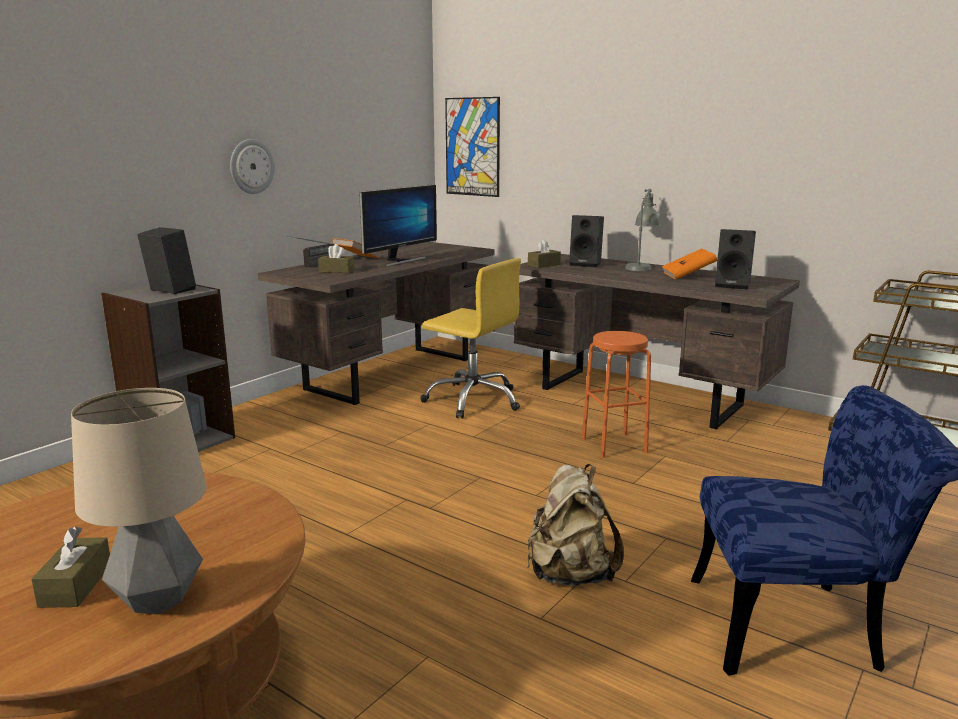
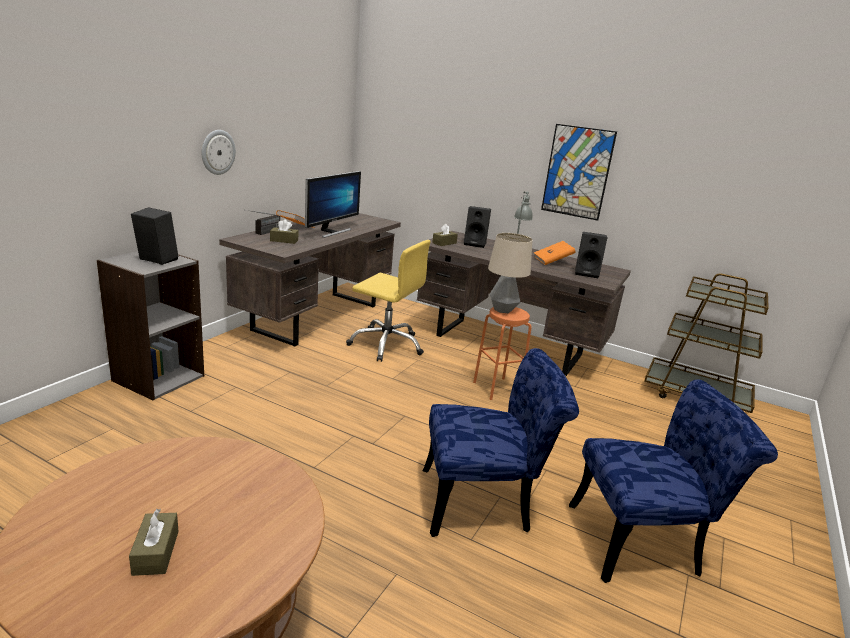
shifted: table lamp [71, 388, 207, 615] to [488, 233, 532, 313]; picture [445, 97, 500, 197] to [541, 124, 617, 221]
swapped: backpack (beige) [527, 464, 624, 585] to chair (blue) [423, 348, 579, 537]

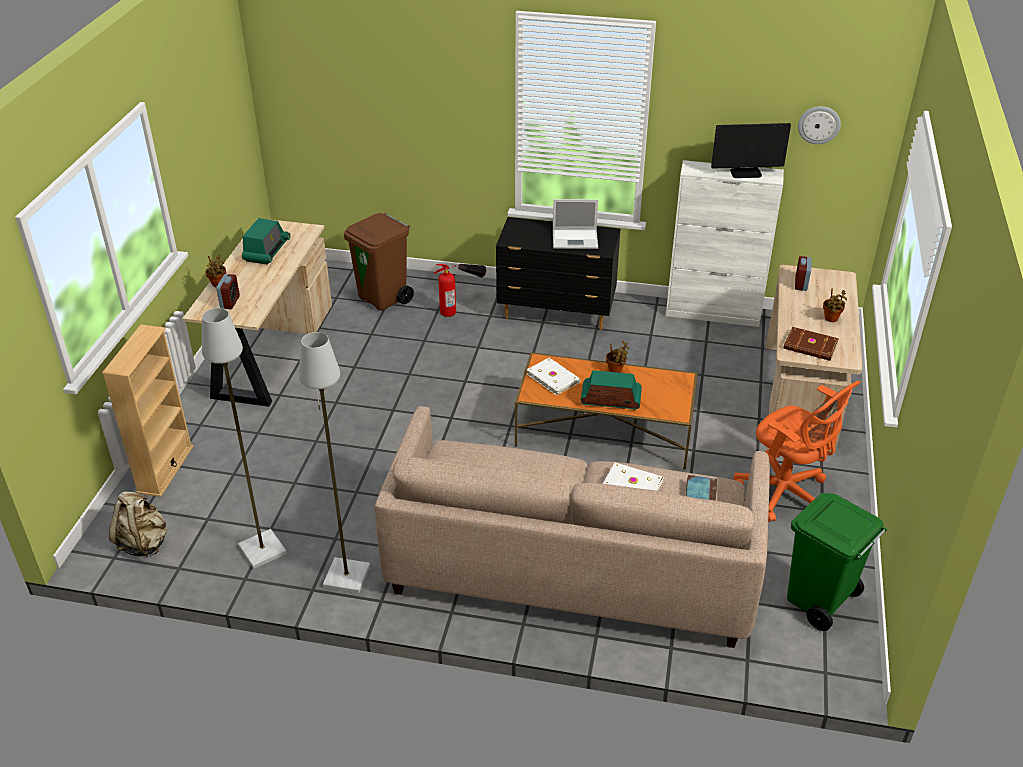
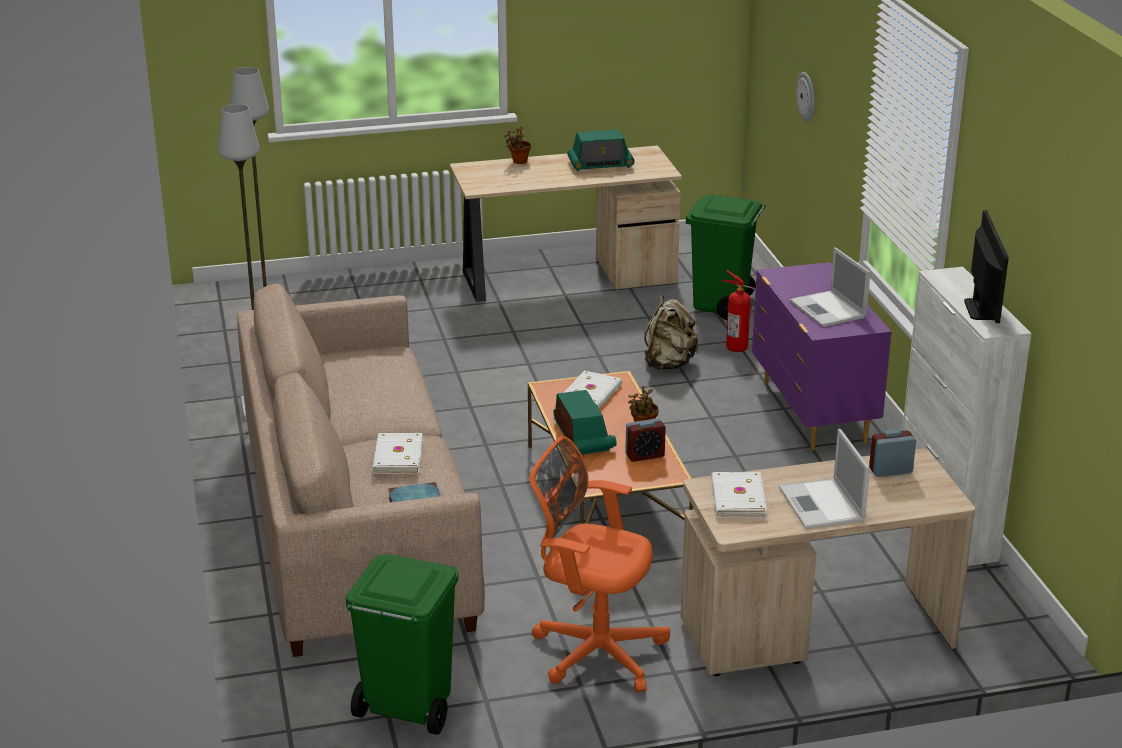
gone: bookcase (beige) [102, 324, 193, 497]
shifted: alarm clock [216, 274, 240, 309] to [625, 418, 666, 462]; backpack (beige) [109, 491, 167, 557] to [644, 295, 698, 370]; wall clock [798, 106, 841, 144] to [796, 72, 815, 121]
swapped: potted plant [823, 289, 847, 322] to laptop [779, 429, 870, 529]
repainted: trash can (brown) [344, 213, 414, 311] to trash can (green) [686, 195, 766, 320]; book (brown) [783, 327, 839, 361] to book (white) [711, 472, 767, 518]; dresser (black) [496, 217, 620, 330] to dresser (purple) [752, 262, 892, 450]
rotated: office chair (orange) [734, 381, 861, 522] = [530, 436, 670, 693] 90 degrees clockwise; monitor [711, 123, 791, 178] = [964, 210, 1009, 323] 150 degrees counterclockwise

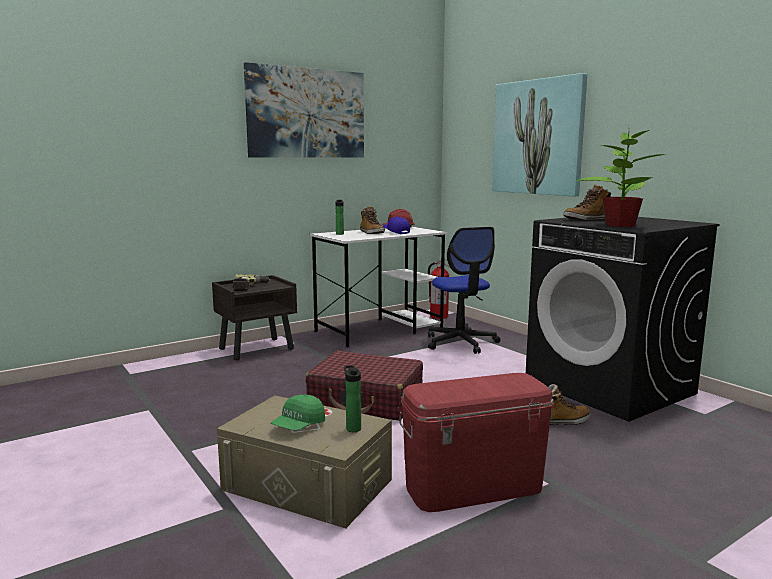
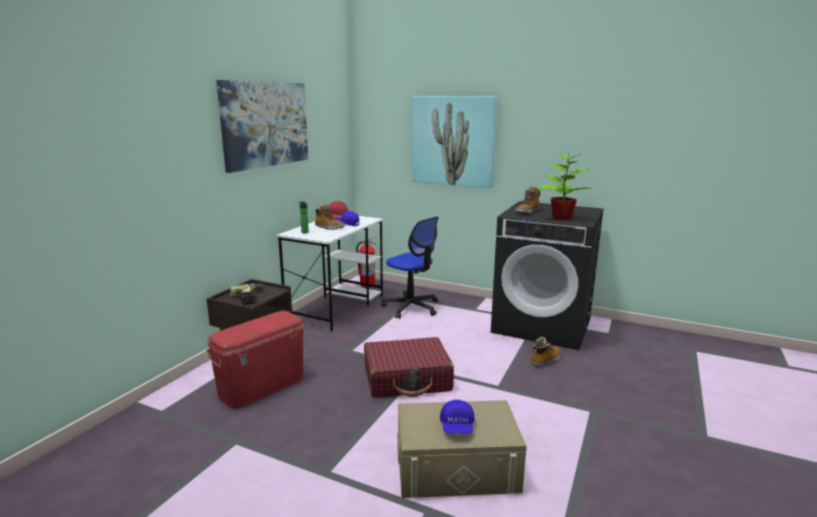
gone: bottle [344, 365, 361, 432]
shifted: storage box (red) [398, 373, 555, 512] to [207, 311, 305, 409]
repainted: cap (green) [271, 395, 325, 431] to cap (blue) [440, 400, 475, 434]

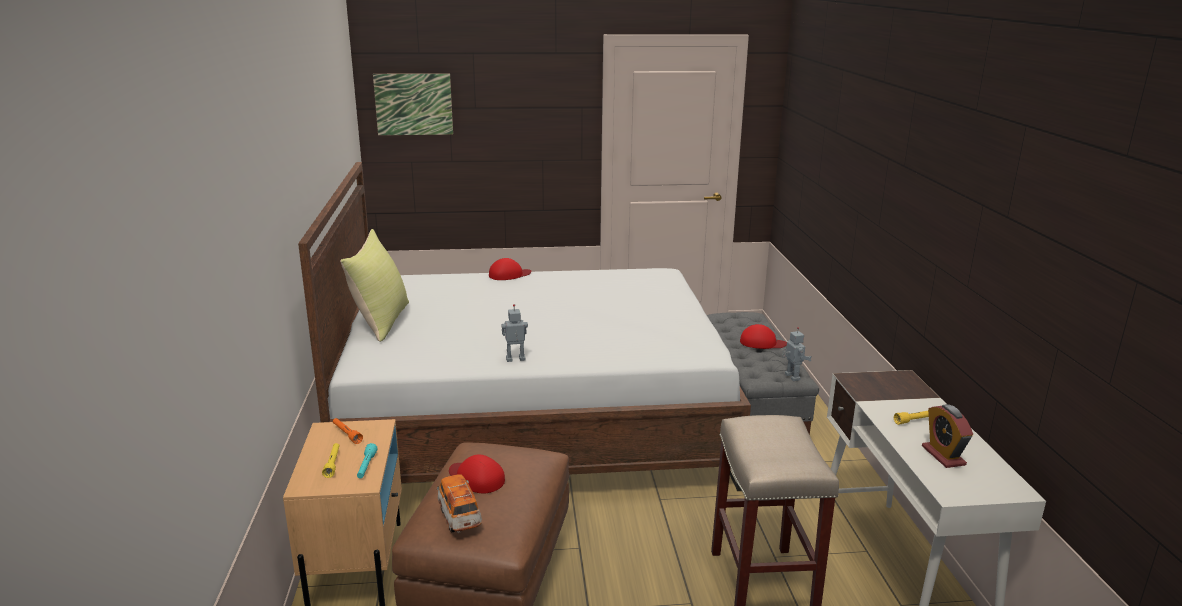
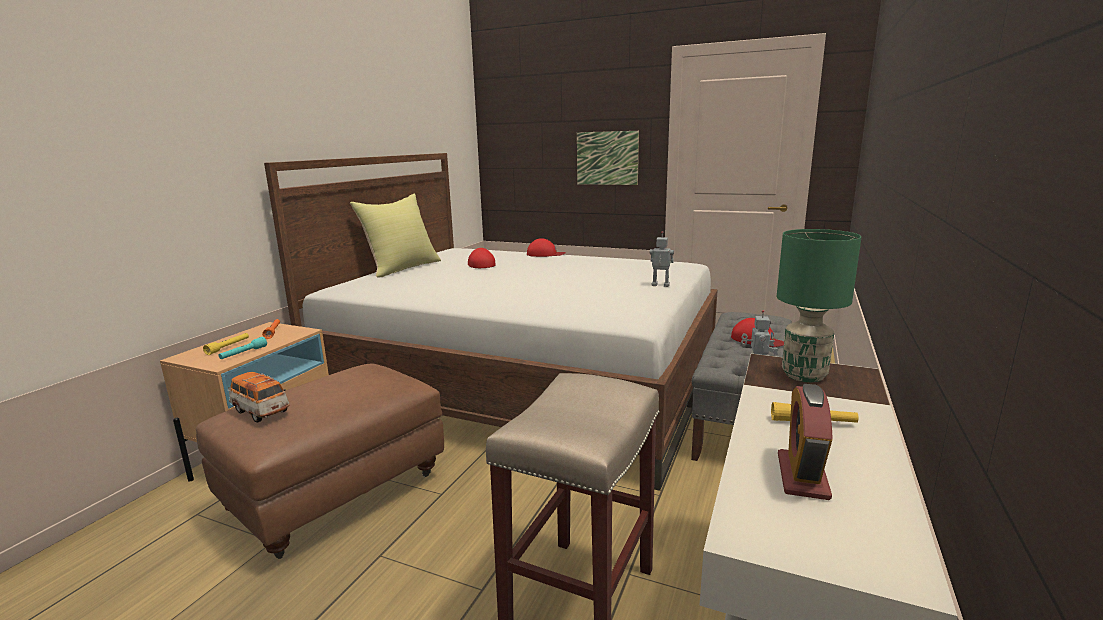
new: table lamp (green) [777, 229, 861, 382]
shifted: cap (red) [449, 454, 505, 493] to [468, 248, 496, 268]; picture [373, 73, 453, 135] to [577, 131, 639, 185]; toy robot [502, 304, 528, 362] to [649, 231, 674, 287]
rotated: toy car [437, 474, 482, 533] = [228, 372, 290, 423] 60 degrees counterclockwise

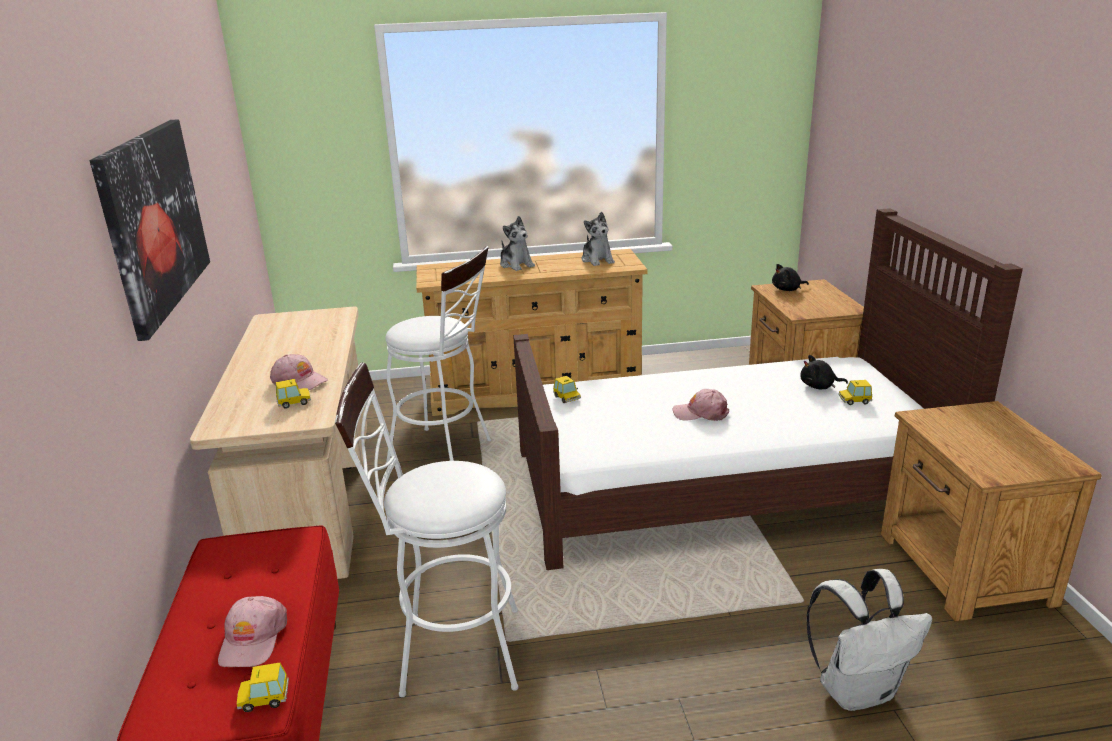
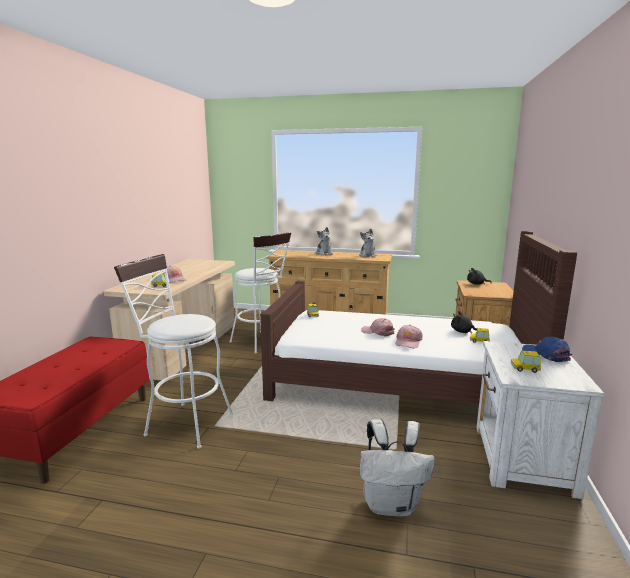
gone: picture [90, 119, 210, 341]
new: cap (blue) [522, 337, 572, 362]
shifted: cap (pink) [218, 596, 288, 667] to [396, 325, 423, 348]; toy car [237, 663, 289, 712] to [511, 350, 541, 373]
repainted: nightstand (brown) [881, 401, 1102, 622] to nightstand (white) [477, 341, 605, 499]

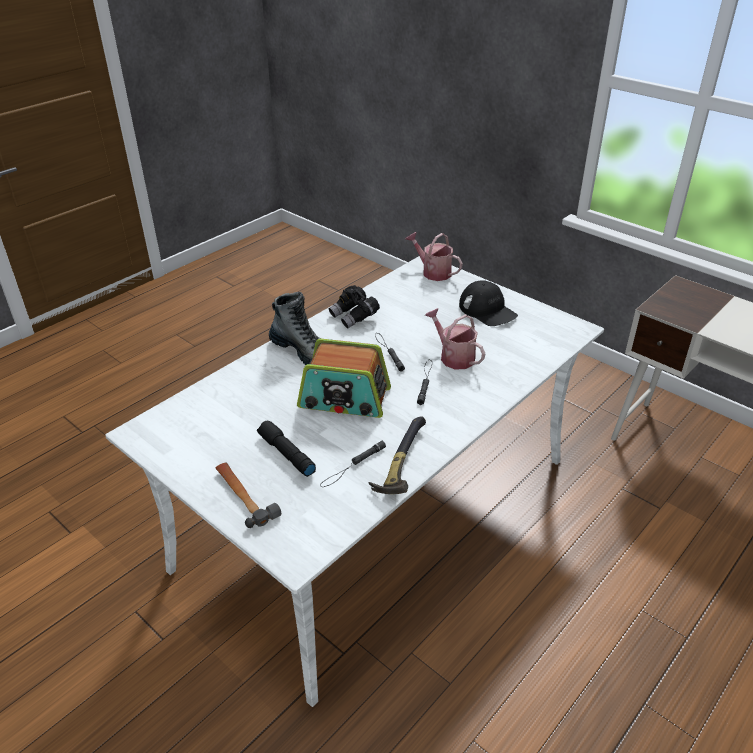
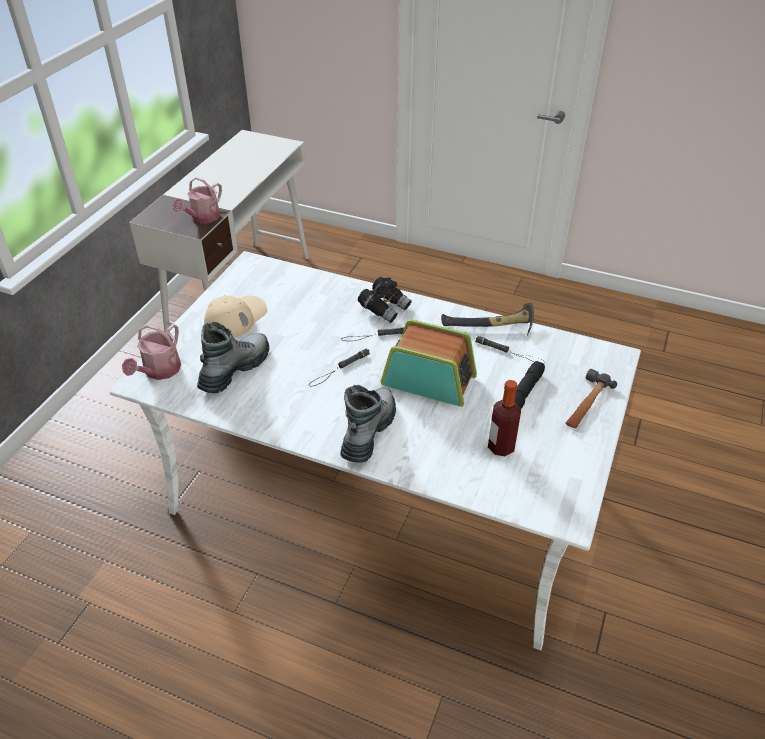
new: boot [197, 321, 269, 393]; bottle [488, 380, 521, 456]
shifted: watering can [425, 308, 485, 370] to [173, 177, 222, 223]; binoculars (black) [328, 285, 380, 328] to [358, 277, 412, 323]
repainted: cap (black) [459, 281, 518, 326] to cap (beige) [204, 295, 267, 338]
rotated: radio [297, 339, 391, 418] = [381, 319, 477, 407] 60 degrees counterclockwise

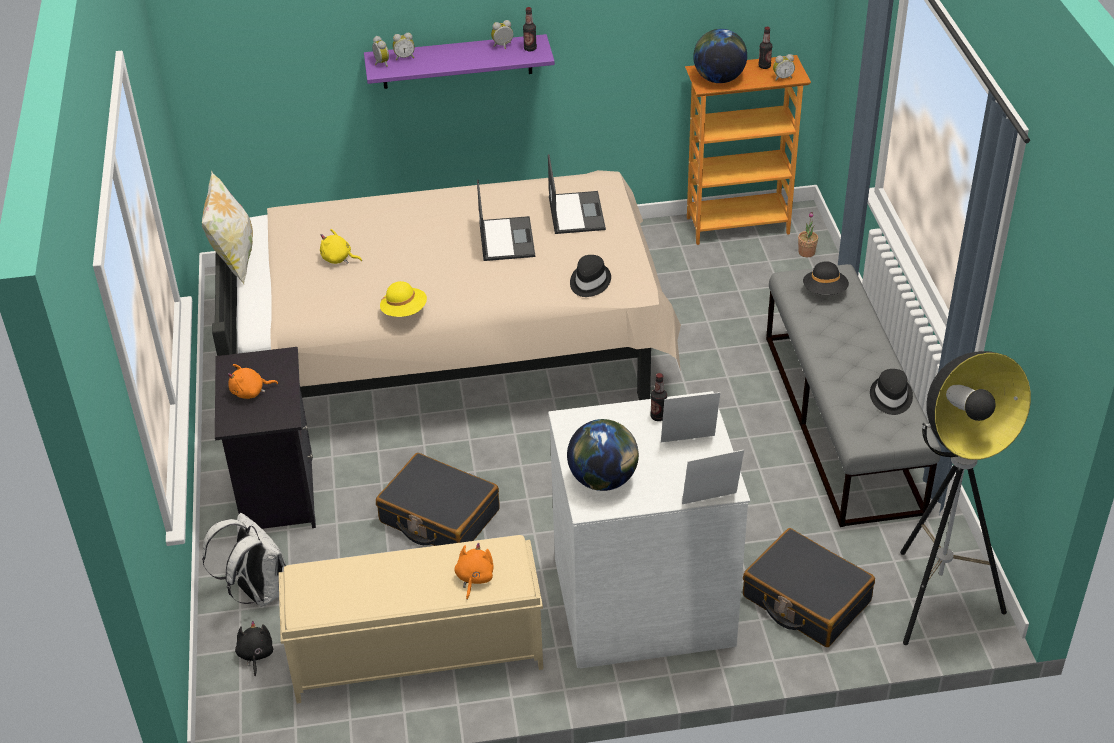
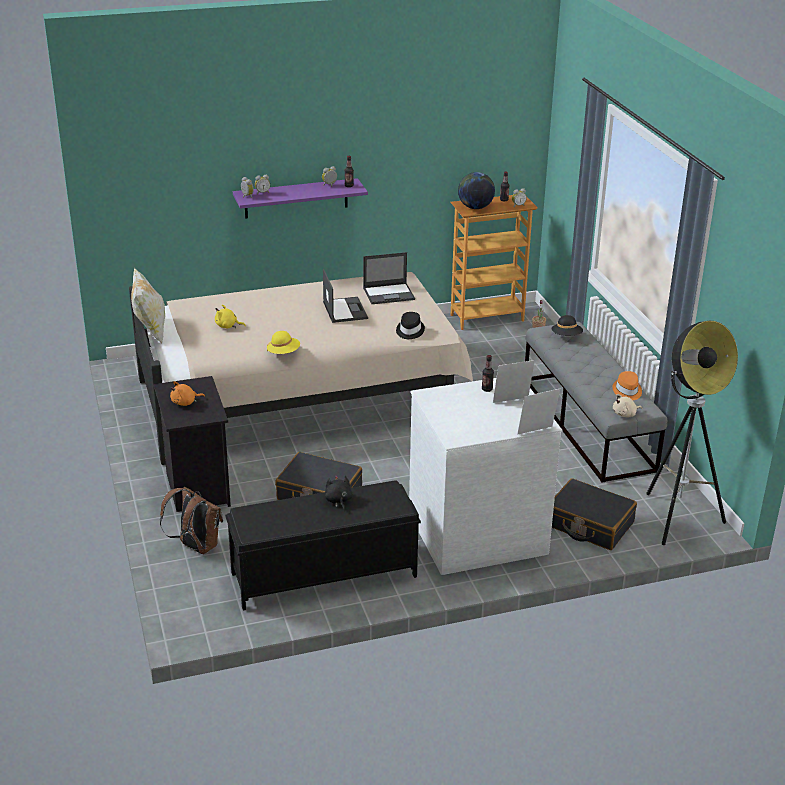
gone: plush toy (orange) [455, 543, 494, 600]; globe [567, 419, 639, 491]
new: plush toy (beige) [613, 394, 642, 418]
shifted: plush toy (black) [235, 621, 273, 677] to [325, 475, 353, 512]
repainted: backpack (white) [202, 513, 286, 607] to backpack (brown) [160, 487, 223, 554]; bench (beige) [279, 535, 543, 703] to bench (black) [225, 481, 421, 610]; hat (black) [870, 369, 913, 415] to hat (orange) [613, 371, 642, 400]
rotated: laptop [548, 154, 606, 234] = [363, 252, 415, 304] 90 degrees clockwise

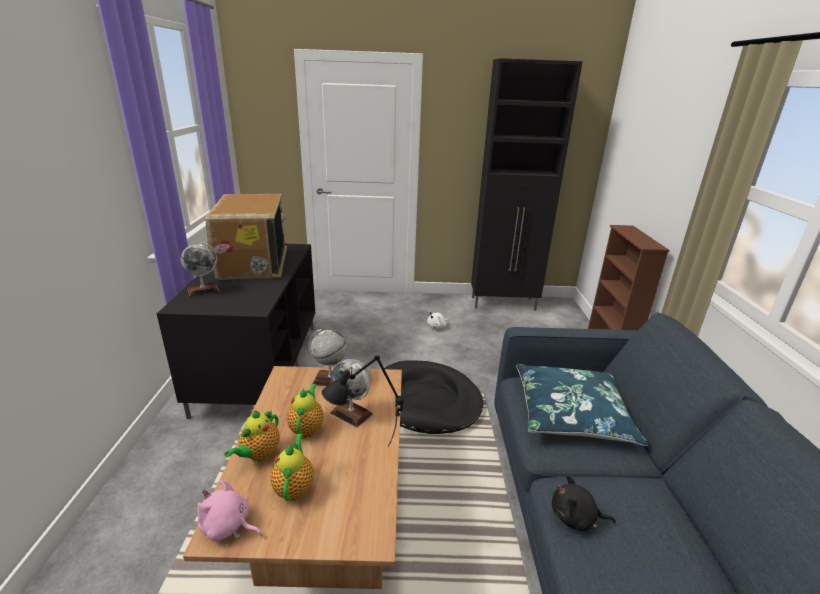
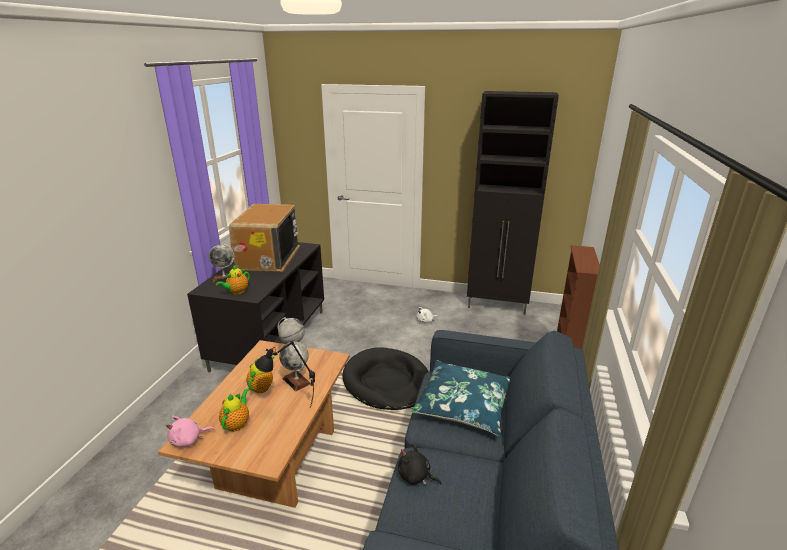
shifted: teapot [225, 410, 280, 461] to [216, 265, 250, 294]
rotated: plush toy (pink) [197, 480, 262, 541] = [166, 416, 214, 447] 60 degrees counterclockwise

